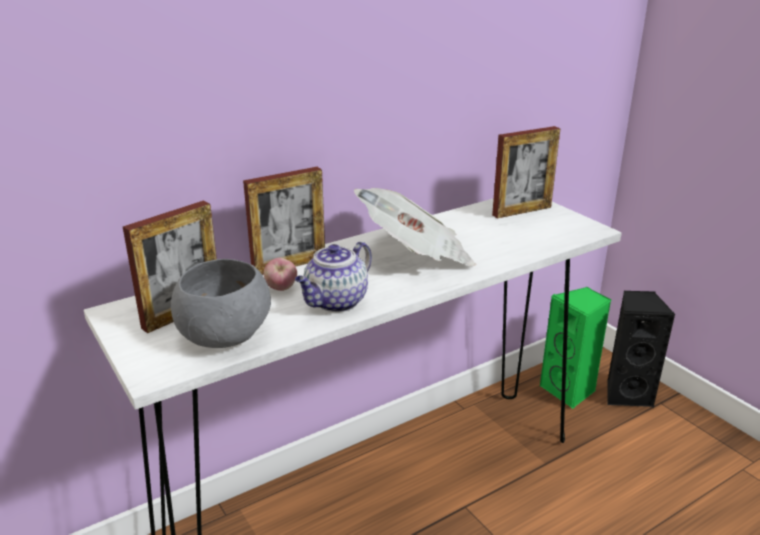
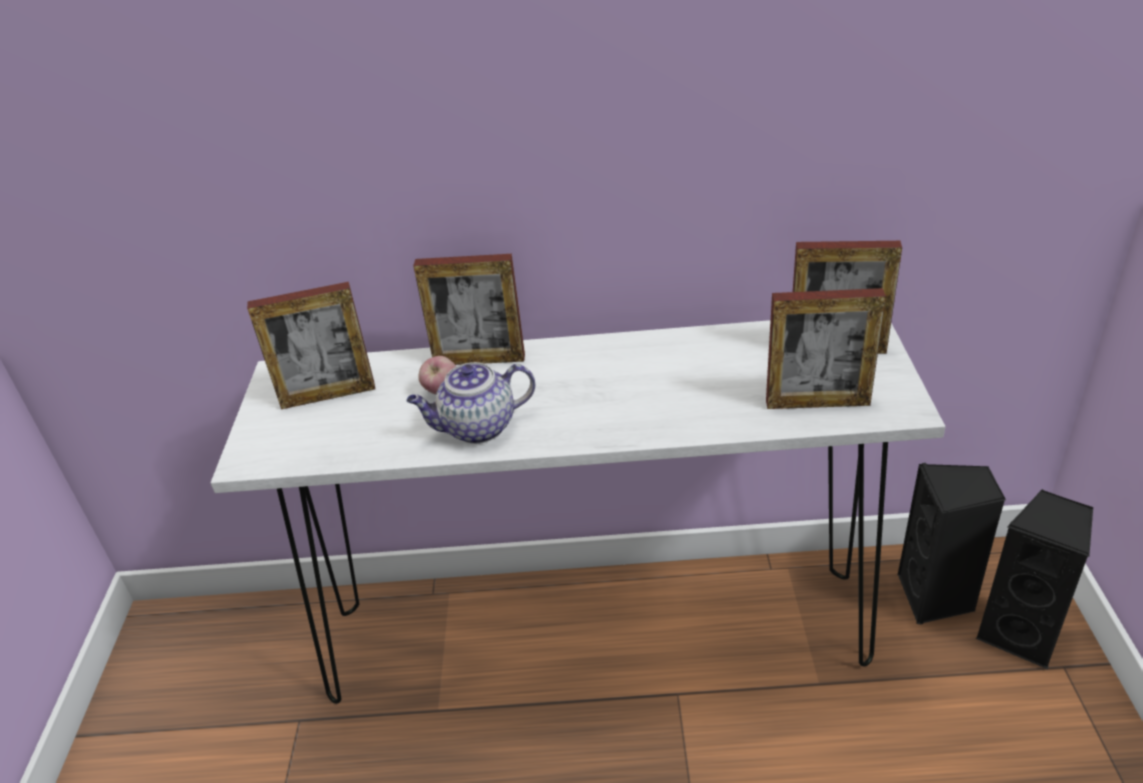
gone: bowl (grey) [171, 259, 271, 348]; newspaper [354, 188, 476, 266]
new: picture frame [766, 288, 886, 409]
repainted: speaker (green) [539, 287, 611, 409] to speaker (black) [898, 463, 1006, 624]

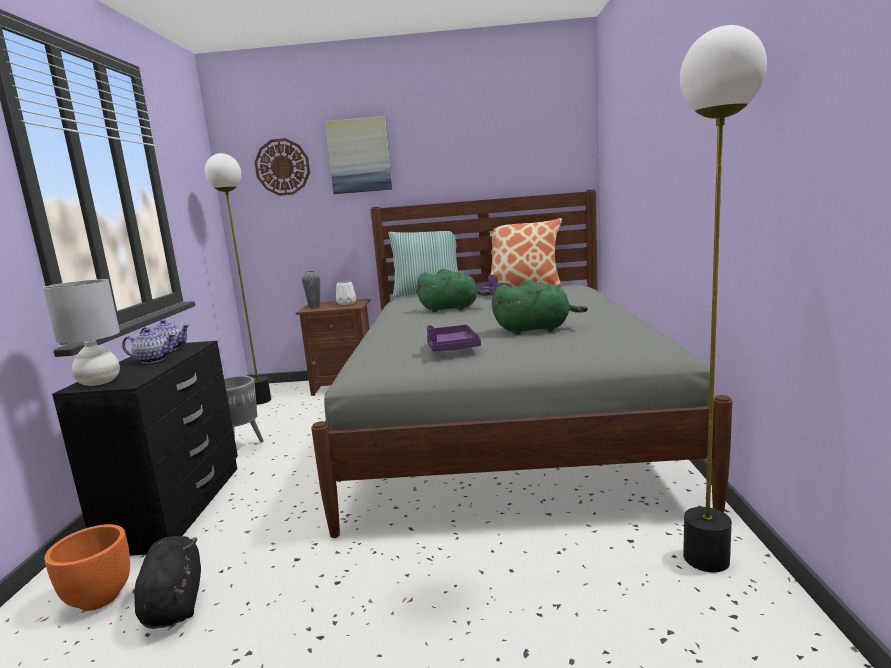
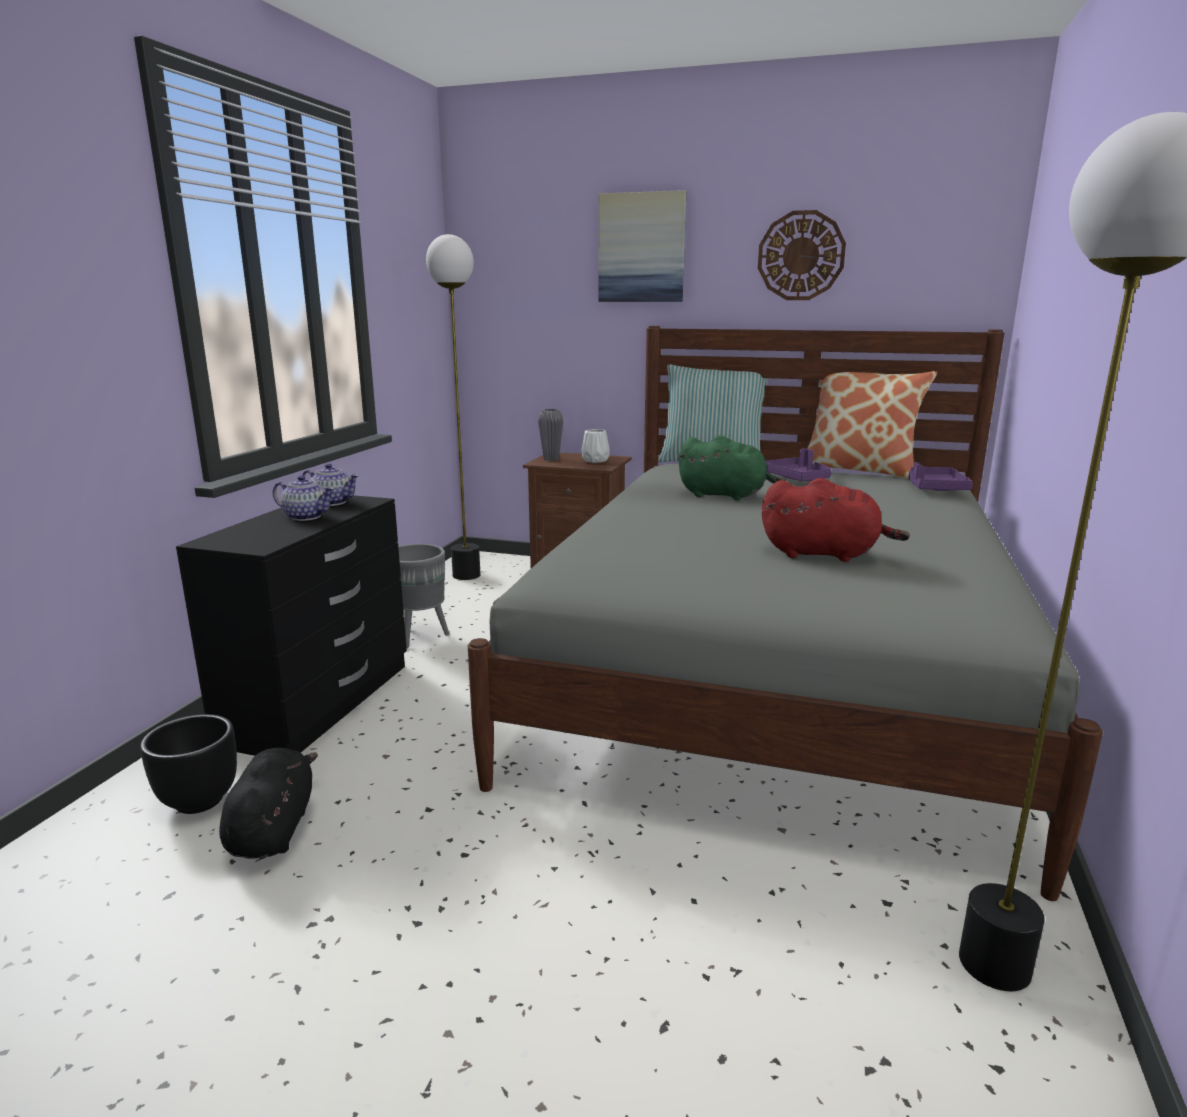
gone: table lamp (grey) [43, 279, 120, 386]
shifted: wall clock [255, 138, 310, 196] to [758, 210, 846, 300]; tray (purple) [427, 325, 481, 352] to [909, 462, 973, 491]
repainted: planter (orange) [44, 524, 130, 611] to planter (black) [140, 714, 237, 814]; plush toy (green) [492, 280, 588, 334] to plush toy (red) [762, 478, 910, 562]

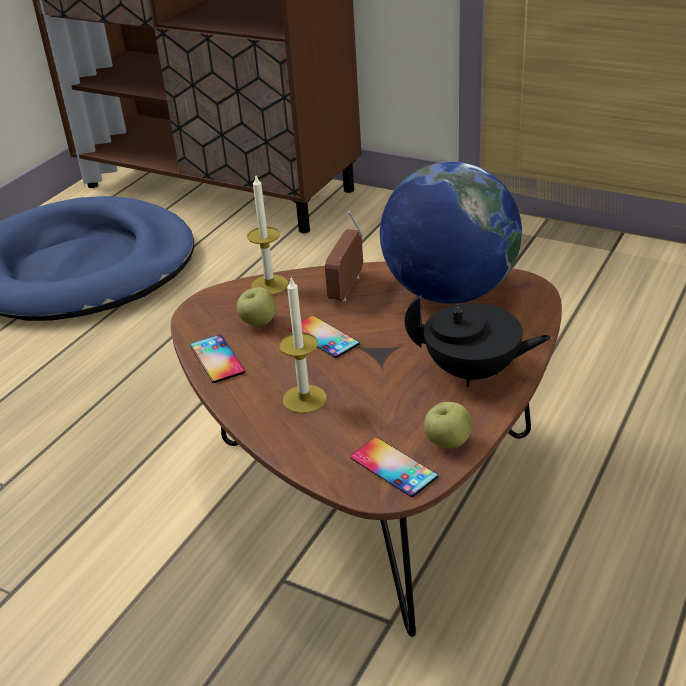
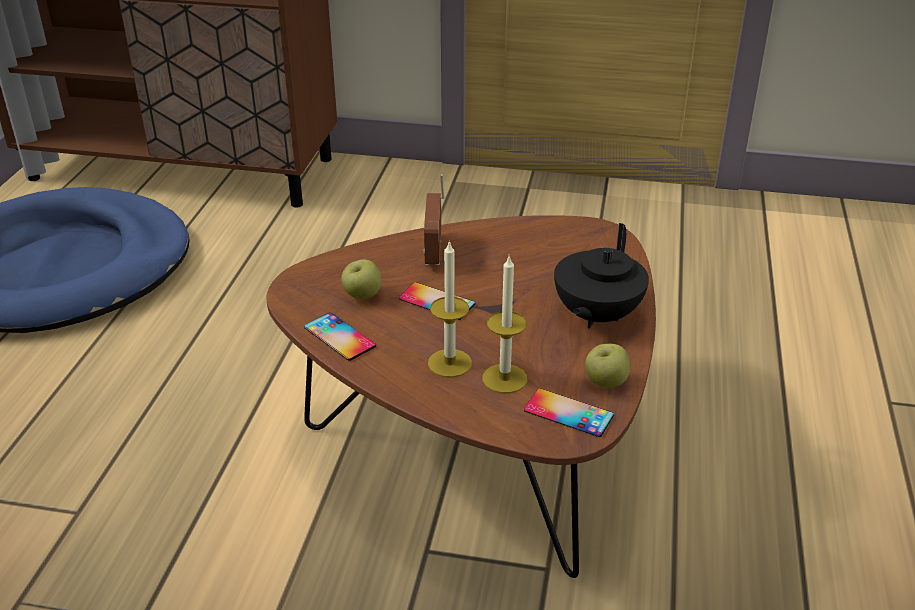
gone: globe [380, 162, 522, 304]
shifted: candle [247, 176, 288, 295] to [482, 256, 527, 393]
rotated: teapot (black) [405, 295, 552, 387] = [554, 223, 649, 329] 120 degrees clockwise

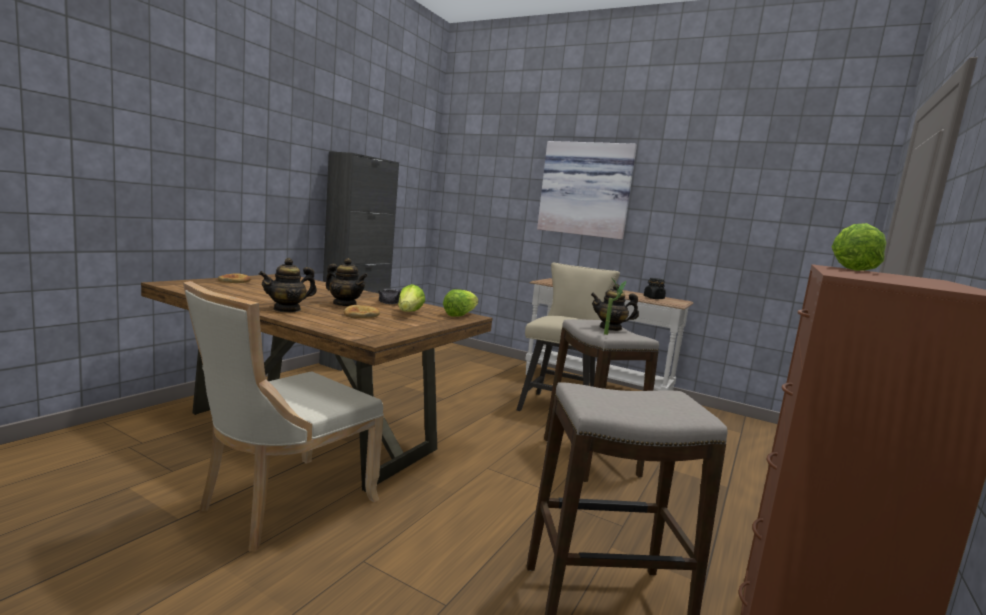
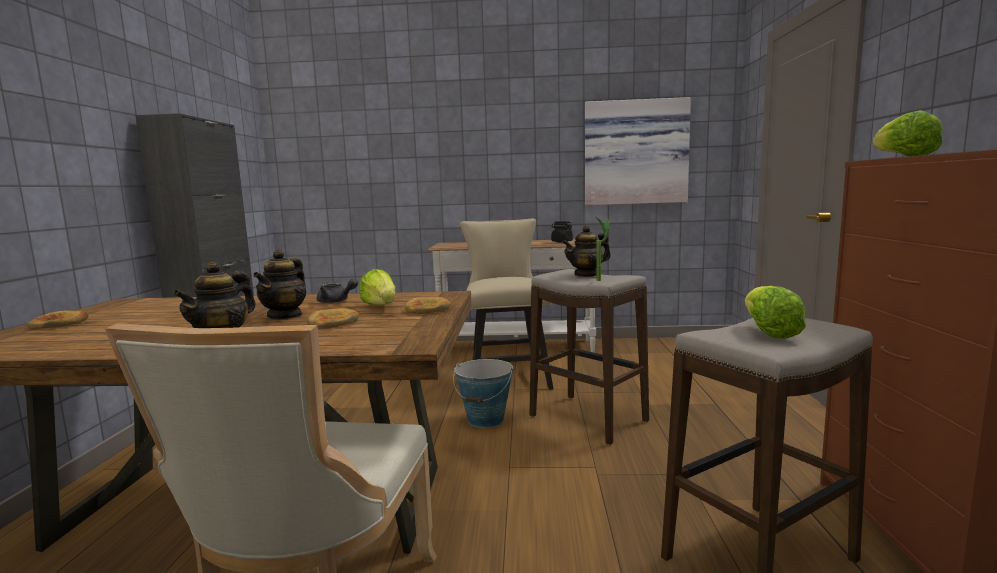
new: bread [405, 297, 451, 314]; bucket [453, 359, 513, 428]
shifted: picture [537, 141, 637, 239] to [585, 97, 691, 205]; lettuce [443, 289, 478, 317] to [745, 286, 806, 339]
rotated: teapot [326, 258, 368, 306] = [253, 249, 306, 320] 105 degrees clockwise

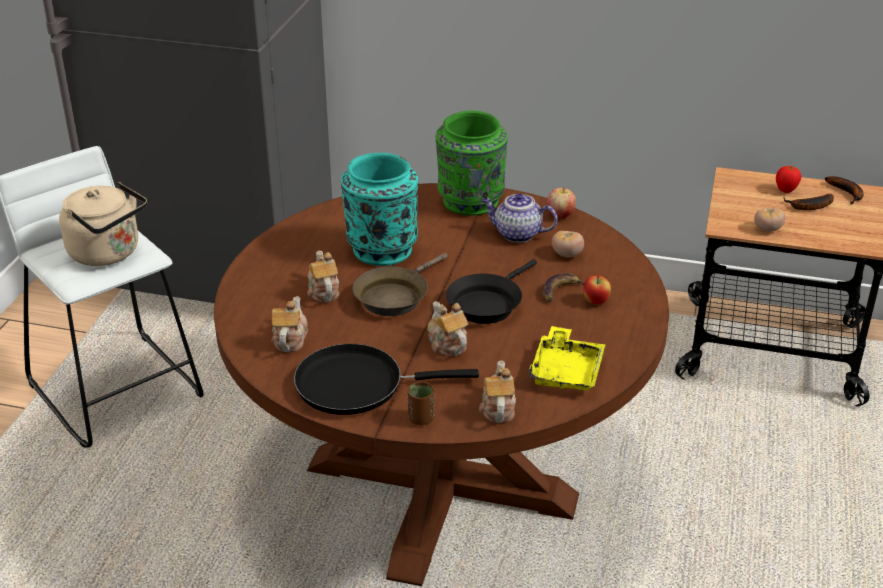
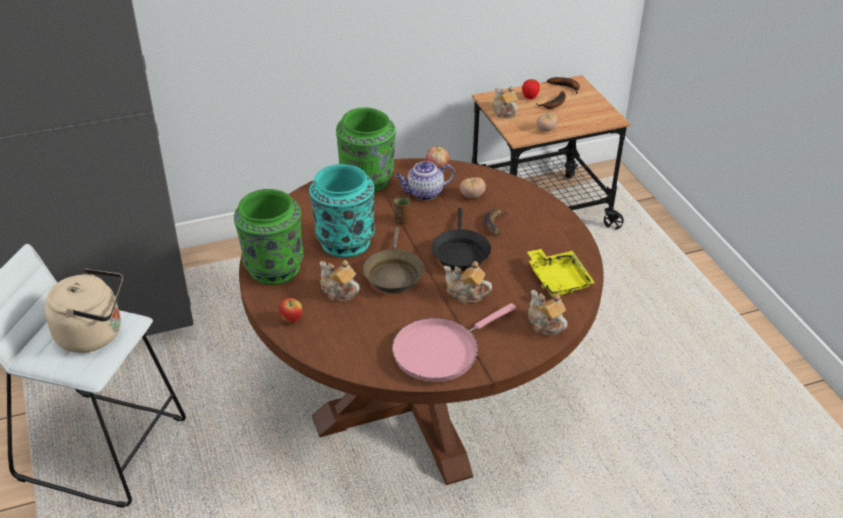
new: vase (green) [234, 189, 304, 285]
shifted: apple [583, 275, 611, 305] to [279, 298, 302, 323]; cup (brown) [408, 382, 434, 425] to [393, 195, 411, 225]; teapot [271, 296, 308, 352] to [492, 86, 518, 118]
repainted: frying pan (black) [294, 344, 479, 415] to frying pan (pink) [392, 303, 516, 382]

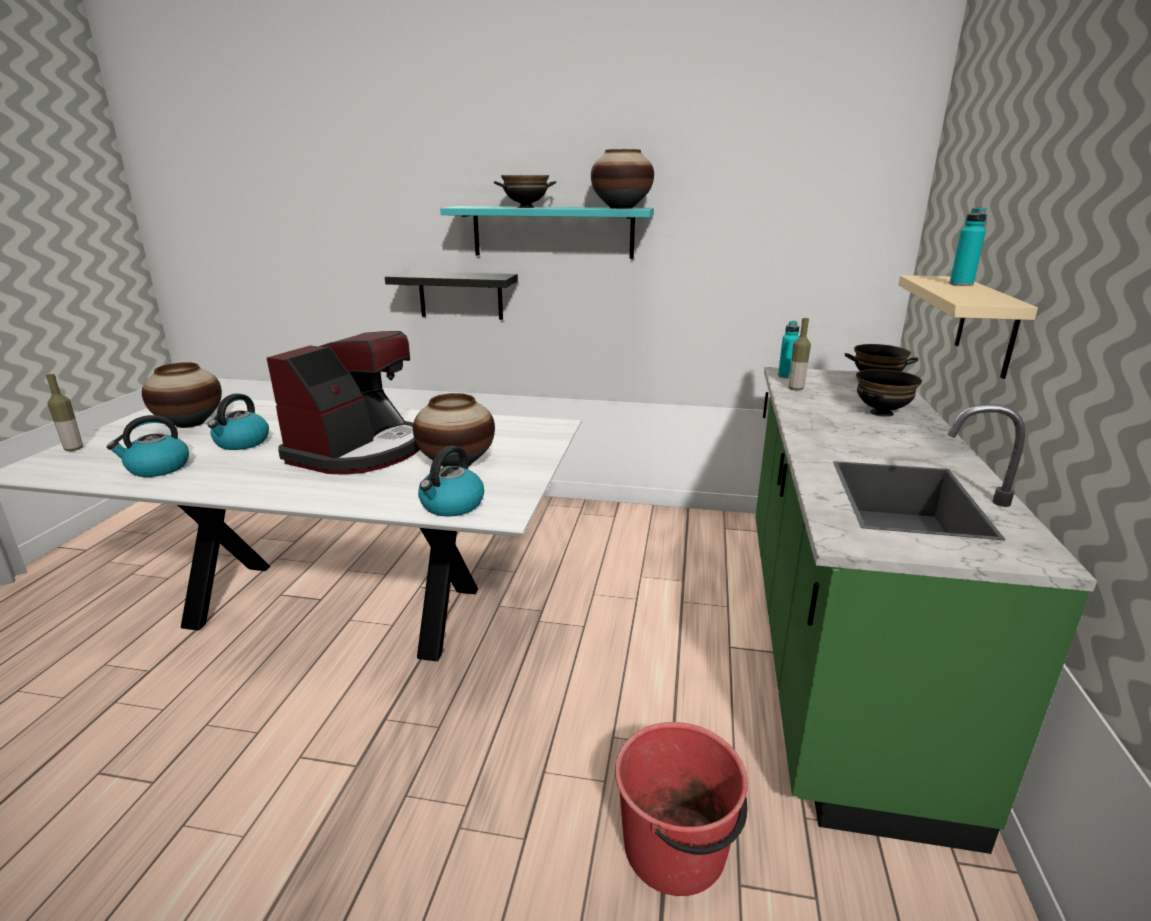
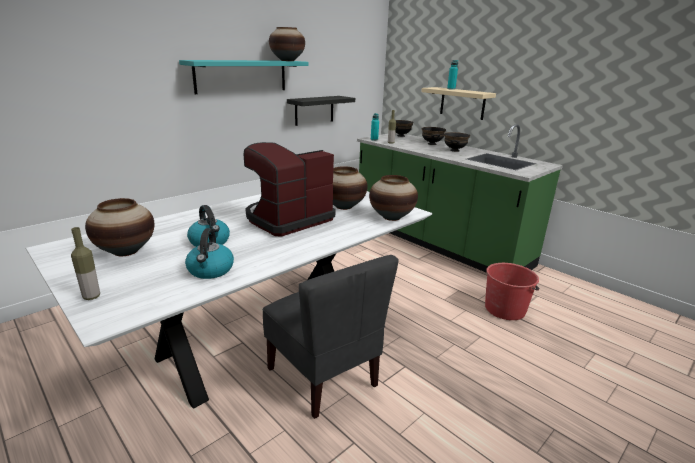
new: chair (grey) [262, 255, 399, 419]
shifted: shelf (black) [385, 271, 518, 320] to [287, 96, 355, 126]; bowl (black) [494, 175, 556, 208] to [444, 132, 470, 152]
swapped: kettle [418, 446, 484, 517] to vase [369, 175, 418, 221]
rotated: coffee machine [267, 331, 420, 475] = [244, 142, 336, 236] 105 degrees counterclockwise

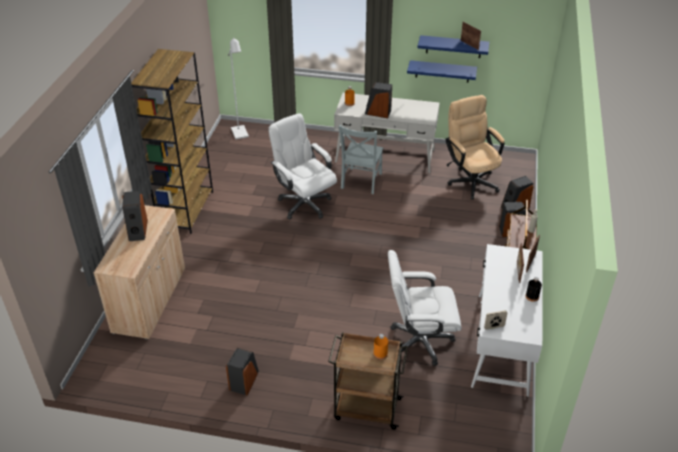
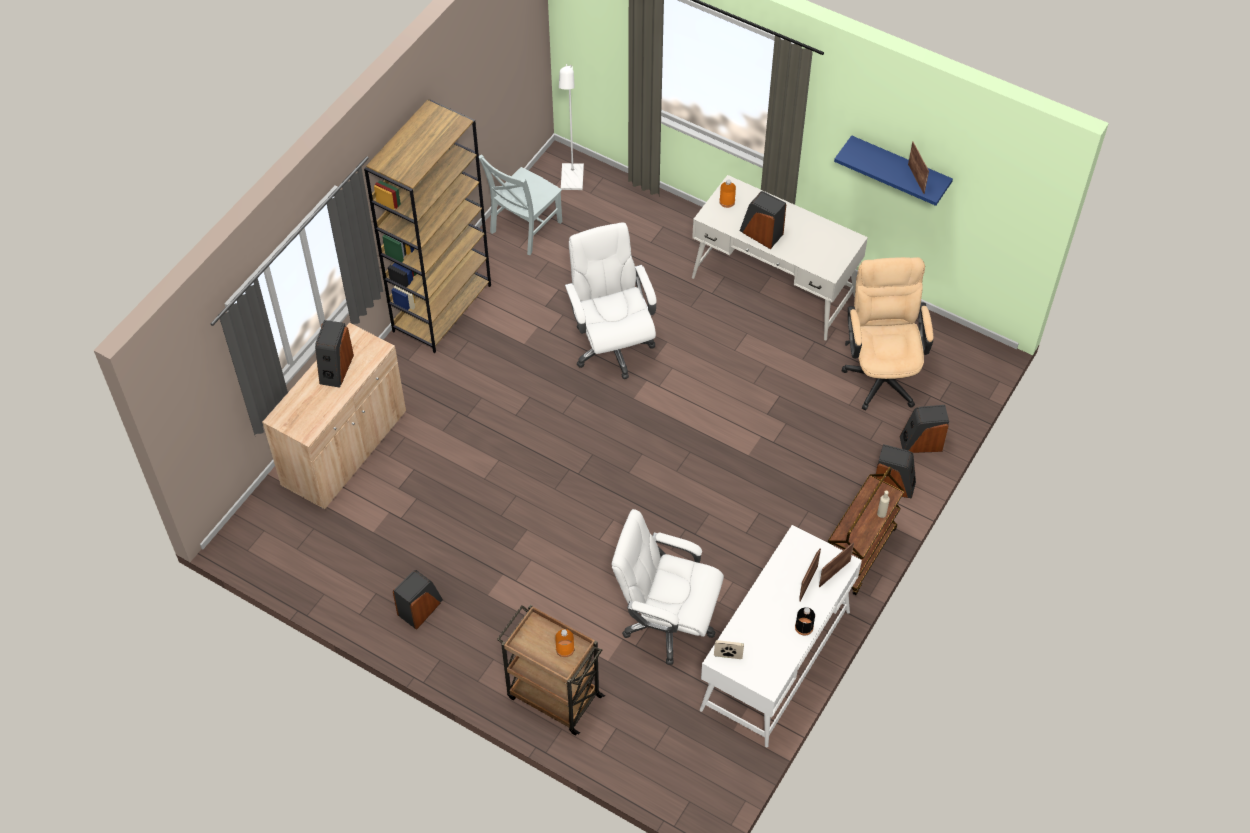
gone: shelf (blue) [407, 60, 477, 83]
shifted: chair (grey) [338, 125, 384, 194] to [479, 154, 562, 255]

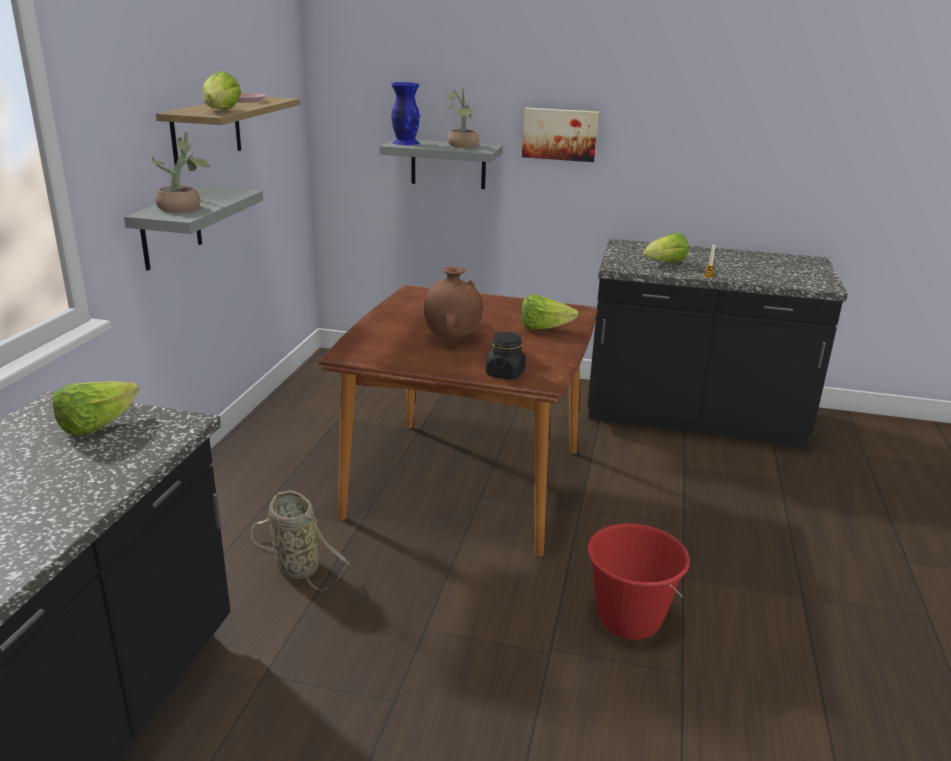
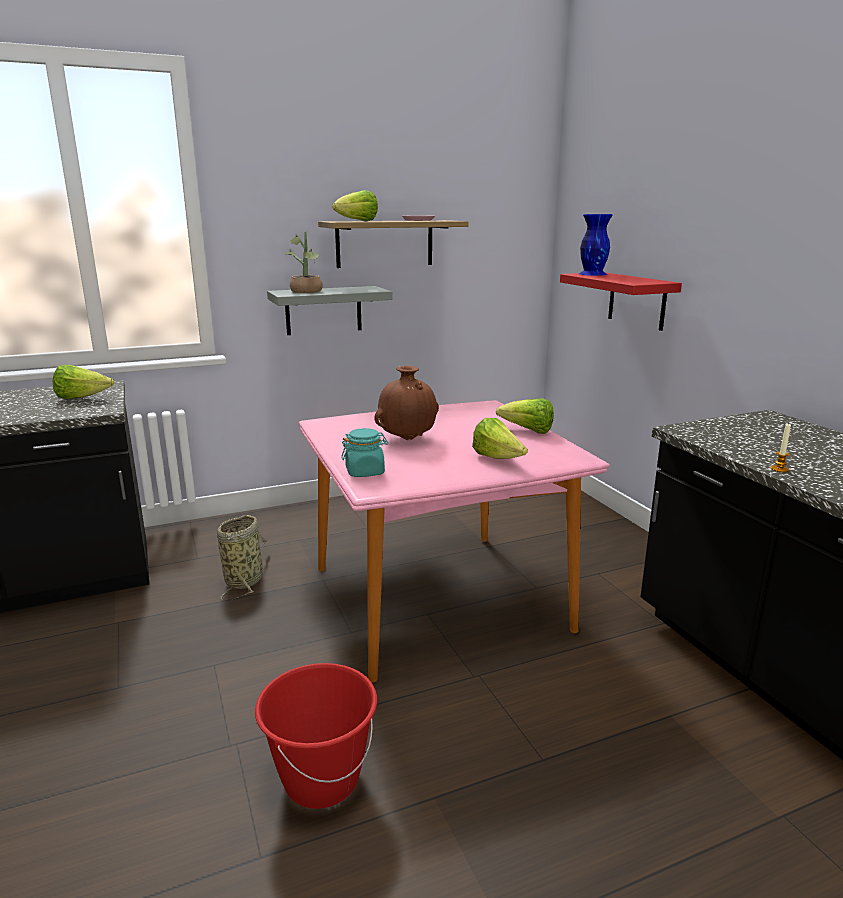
gone: potted plant [446, 87, 479, 148]; picture [522, 108, 598, 162]
shifted: lettuce [643, 233, 689, 263] to [496, 398, 554, 434]
repainted: dining table (brown) [318, 285, 598, 557] to dining table (pink) [299, 400, 610, 683]; jar (black) [486, 332, 526, 380] to jar (turquoise) [341, 428, 388, 477]; shelf (grey) [380, 138, 503, 189] to shelf (red) [560, 272, 682, 331]

